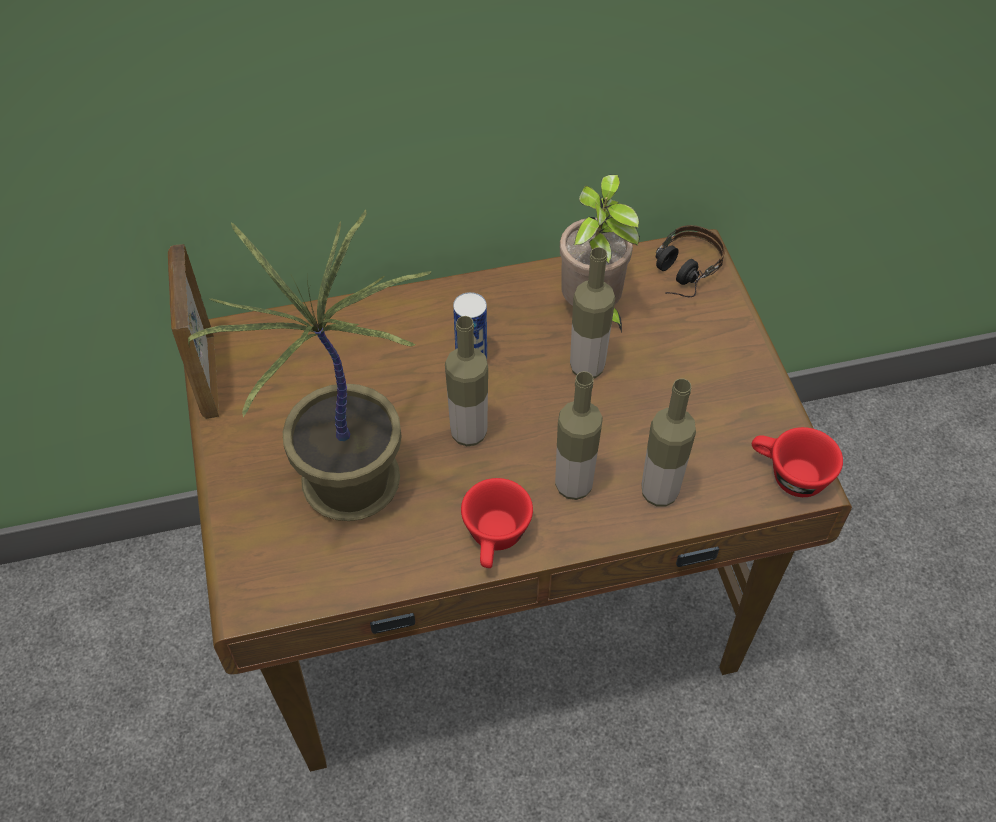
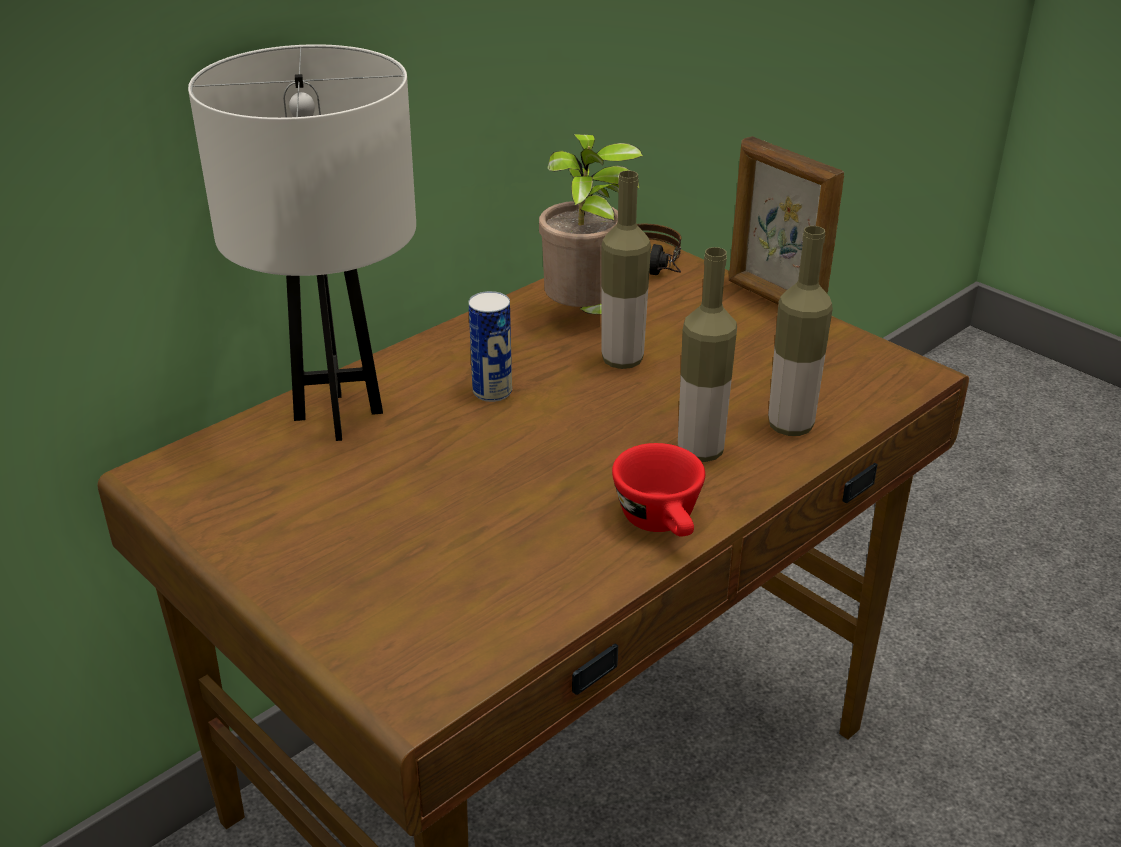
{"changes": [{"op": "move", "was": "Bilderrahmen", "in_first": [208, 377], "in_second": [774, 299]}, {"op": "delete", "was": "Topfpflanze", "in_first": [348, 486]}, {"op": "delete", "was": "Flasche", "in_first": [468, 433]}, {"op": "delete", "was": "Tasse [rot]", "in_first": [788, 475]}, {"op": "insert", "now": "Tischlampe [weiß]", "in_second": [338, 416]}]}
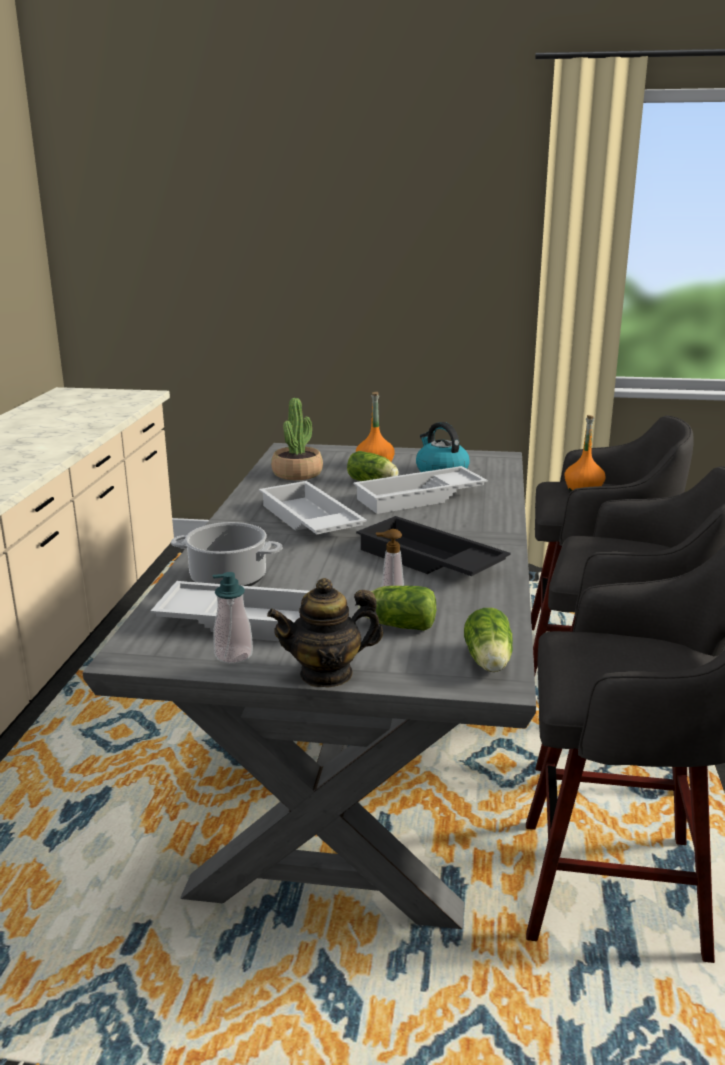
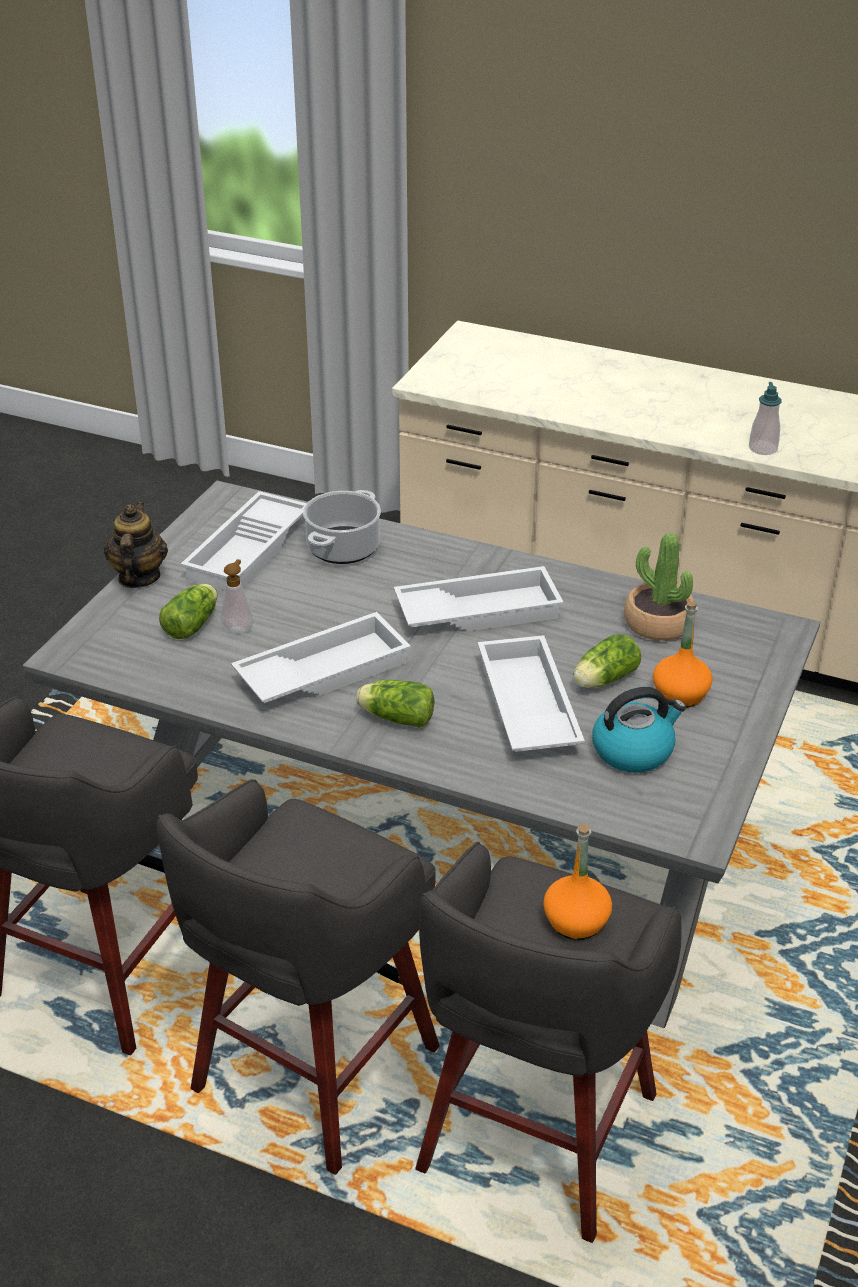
{"changes": [{"op": "move", "was": "Seifenspender", "in_first": [233, 655], "in_second": [763, 448]}, {"op": "recolor", "was": "Tablett [schwarz]", "now": "Tablett [weiß]", "in_first": [427, 561], "in_second": [322, 670]}, {"op": "move", "was": "Salatkopf", "in_first": [488, 662], "in_second": [395, 717]}]}
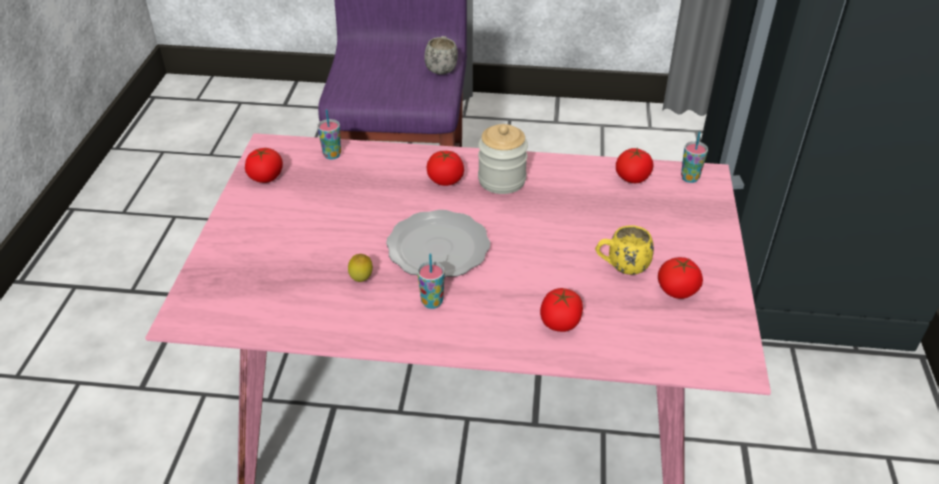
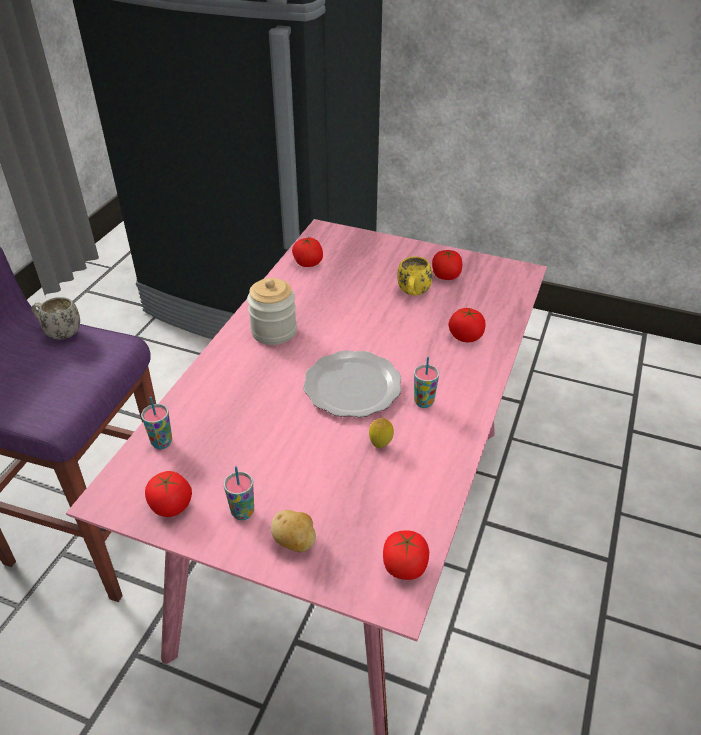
{"changes": [{"op": "move", "was": "Tomate", "in_first": [445, 180], "in_second": [405, 566]}, {"op": "move", "was": "Tasse", "in_first": [689, 178], "in_second": [242, 512]}, {"op": "insert", "now": "Kartoffel", "in_second": [295, 542]}]}
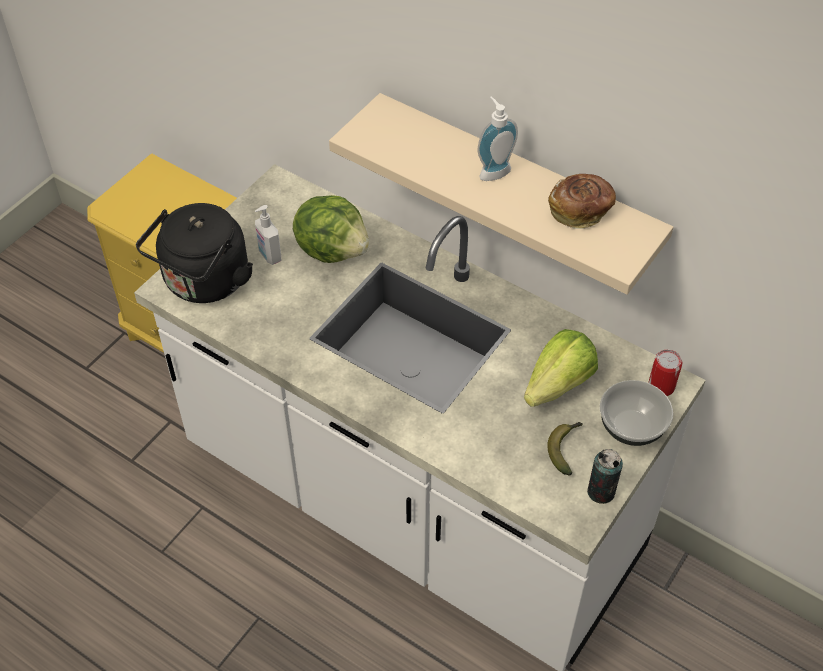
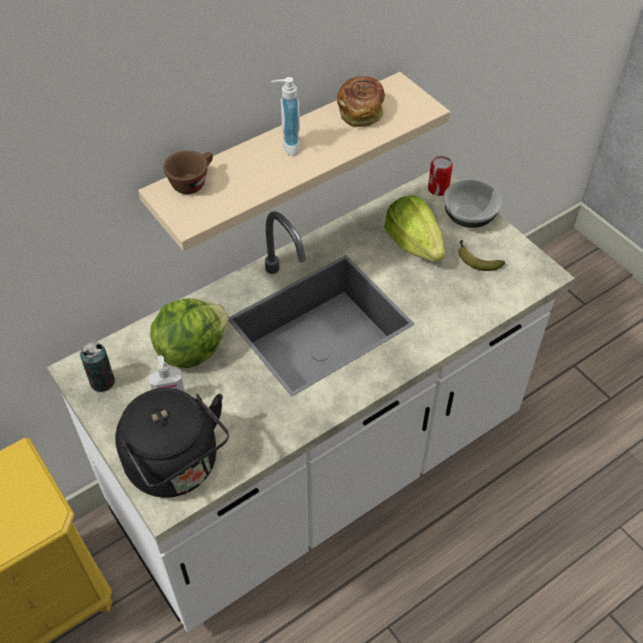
{"changes": [{"op": "move", "was": "Dose", "in_first": [601, 492], "in_second": [102, 382]}, {"op": "insert", "now": "Tasse [braun]", "in_second": [192, 181]}]}
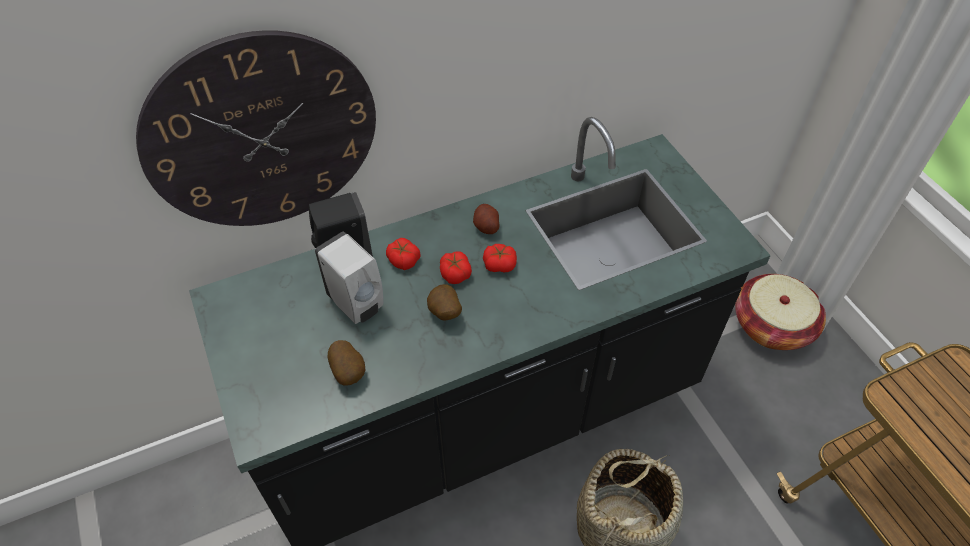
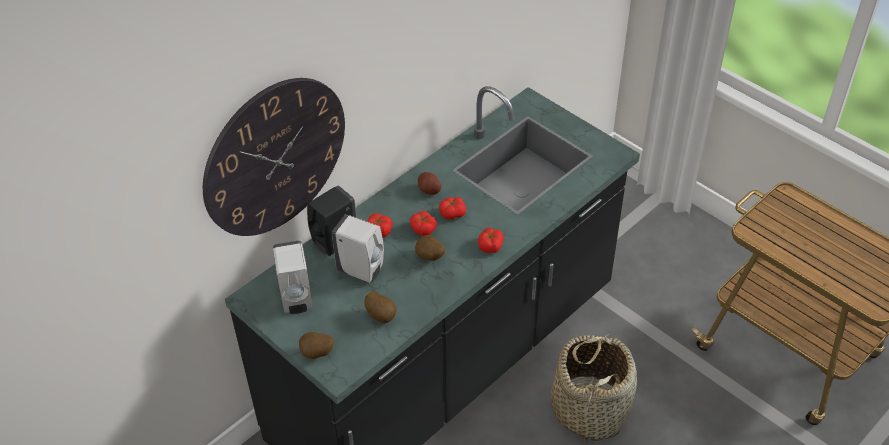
{"changes": [{"op": "delete", "was": "Korb", "in_first": [772, 326]}, {"op": "insert", "now": "Seifenspender [weiß]", "in_second": [296, 300]}, {"op": "insert", "now": "Kartoffel", "in_second": [317, 354]}, {"op": "insert", "now": "Tomate", "in_second": [490, 245]}]}
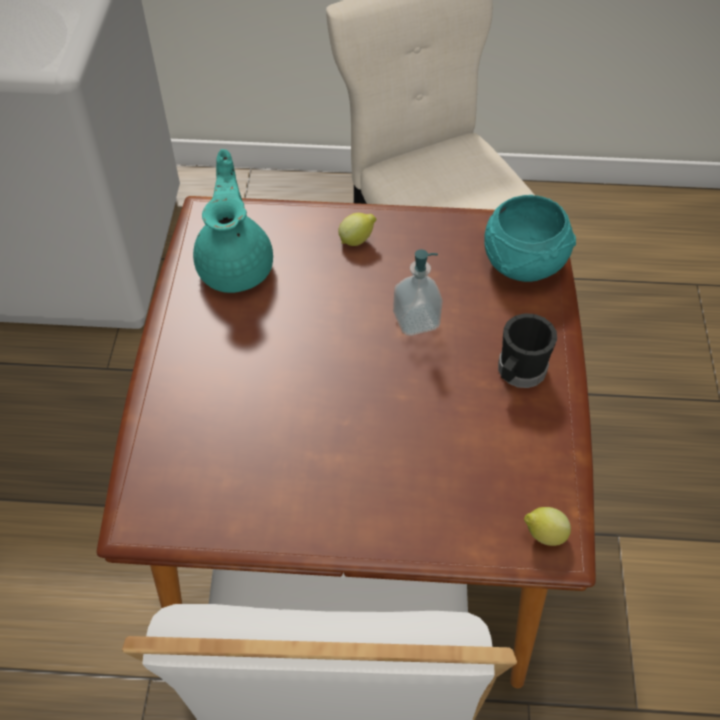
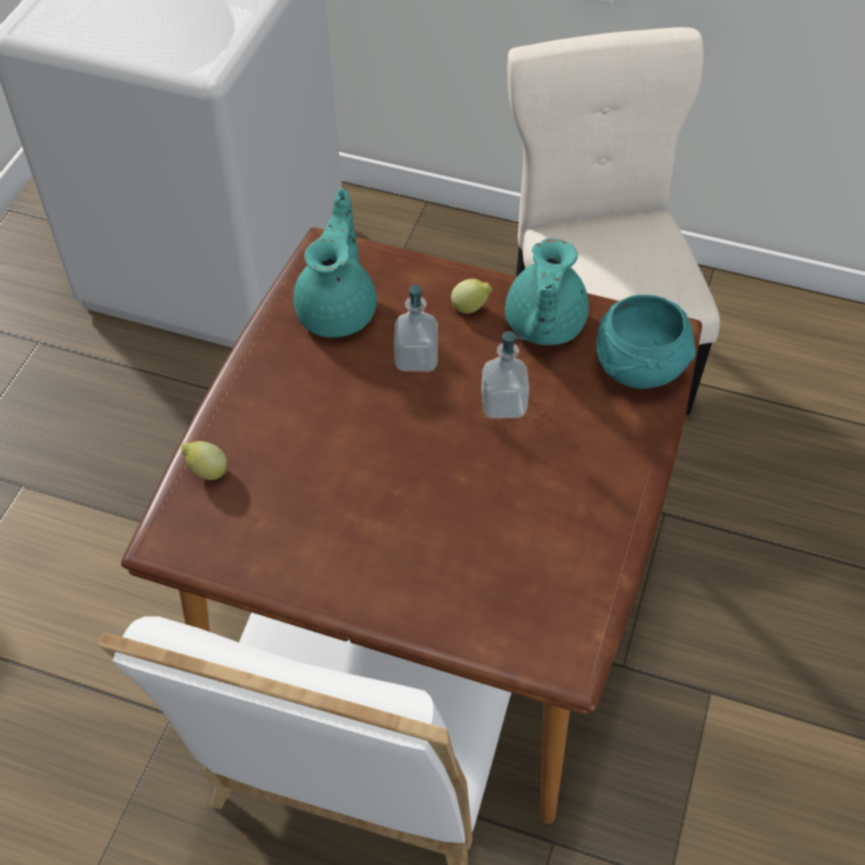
{"changes": [{"op": "delete", "was": "Henkelbecher [schwarz]", "in_first": [518, 373]}, {"op": "move", "was": "Zitrone", "in_first": [543, 535], "in_second": [207, 471]}, {"op": "insert", "now": "Seifenspender", "in_second": [416, 358]}, {"op": "insert", "now": "Teekanne [türkis]", "in_second": [543, 326]}]}
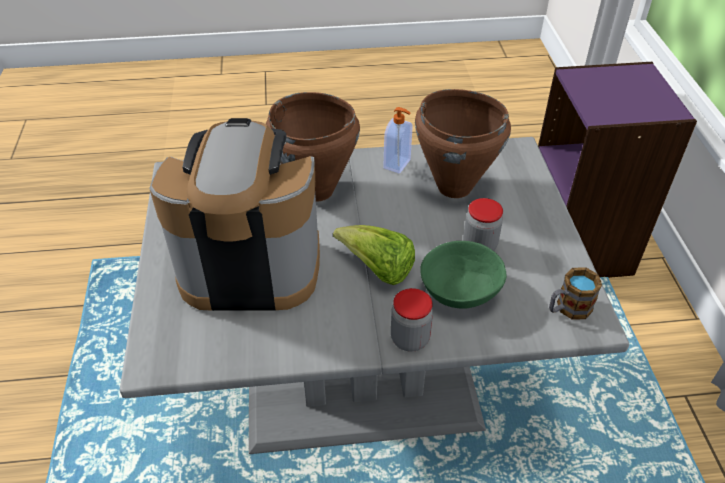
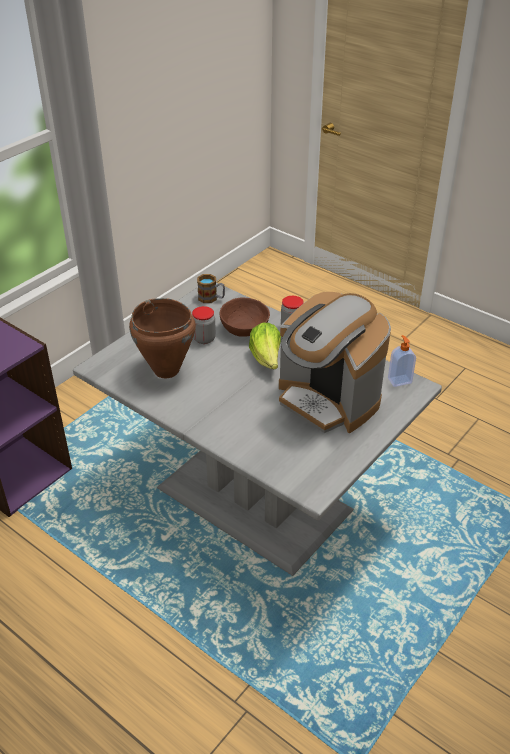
{"changes": [{"op": "delete", "was": "Kochtopf [braun]", "in_first": [316, 191]}, {"op": "move", "was": "Seifenspender", "in_first": [398, 164], "in_second": [399, 380]}, {"op": "recolor", "was": "Schüssel [grün]", "now": "Schüssel [braun]", "in_first": [461, 291], "in_second": [243, 329]}]}
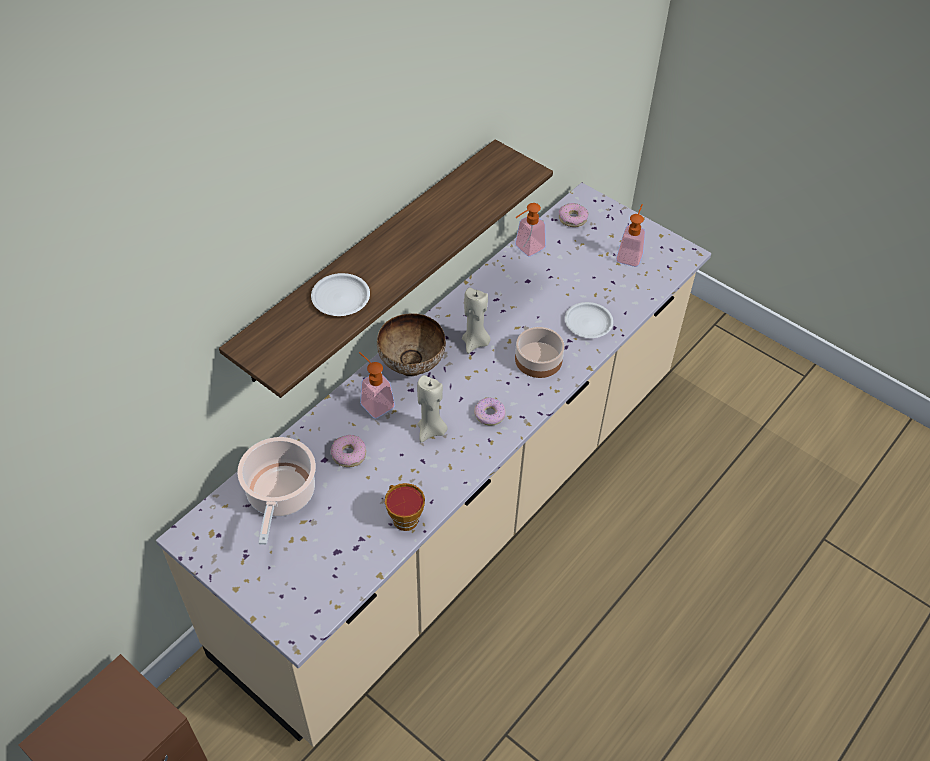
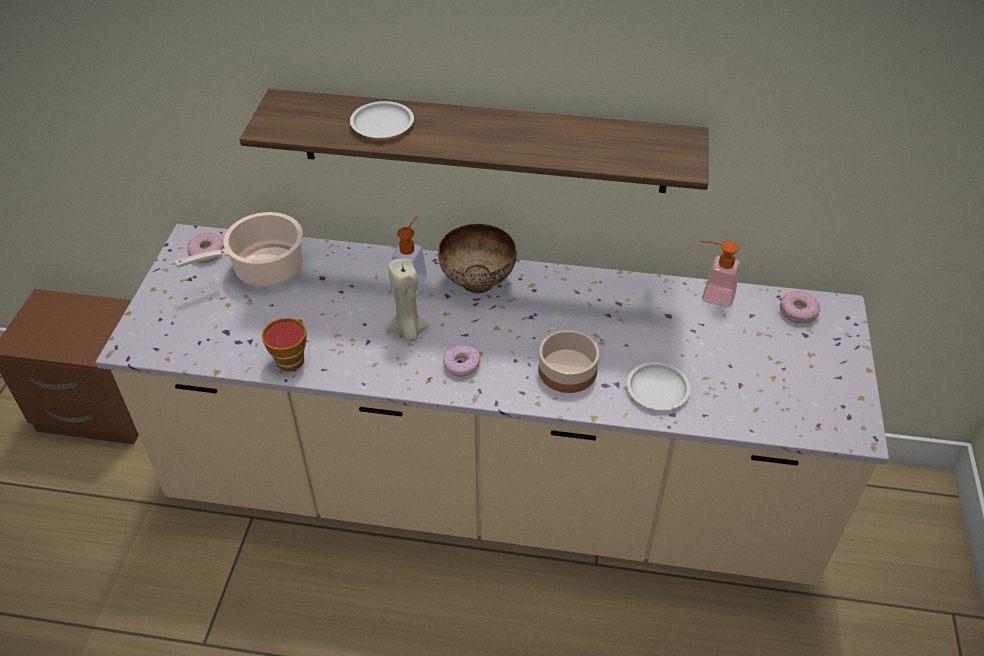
{"changes": [{"op": "move", "was": "Donut", "in_first": [349, 454], "in_second": [207, 252]}, {"op": "delete", "was": "Kerze [beige]", "in_first": [475, 343]}, {"op": "delete", "was": "Seifenspender", "in_first": [630, 254]}]}
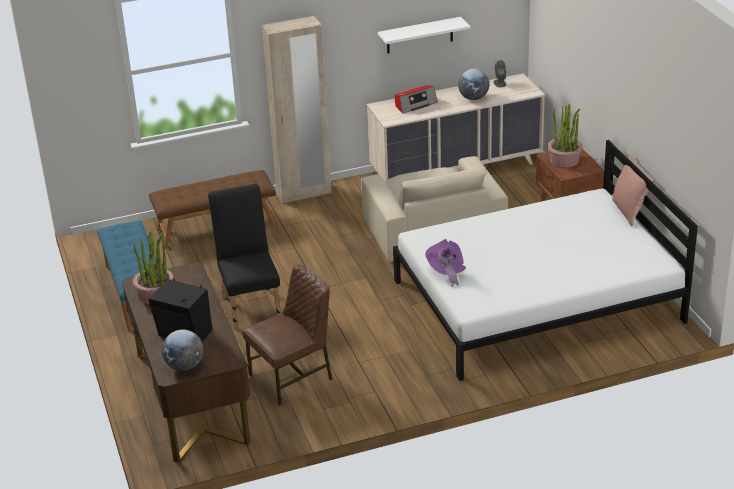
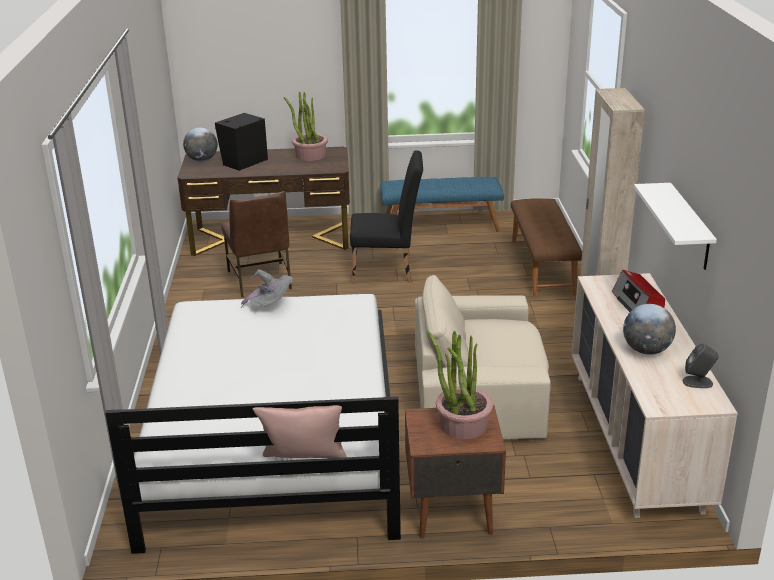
{"changes": [{"op": "recolor", "was": "Hut [lila]", "now": "Hut [grau]", "in_first": [446, 272], "in_second": [271, 305]}]}
